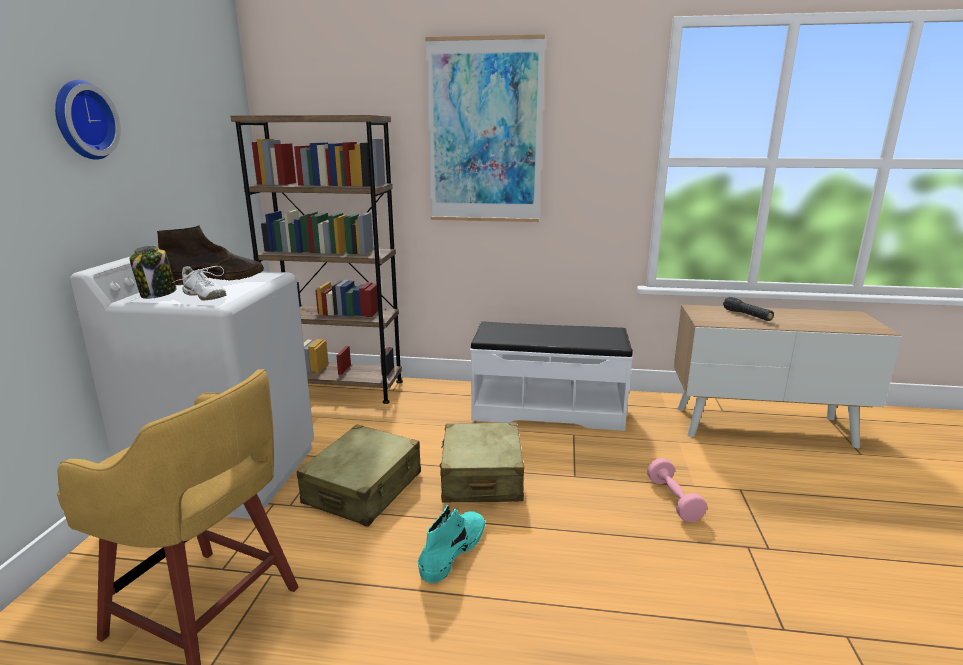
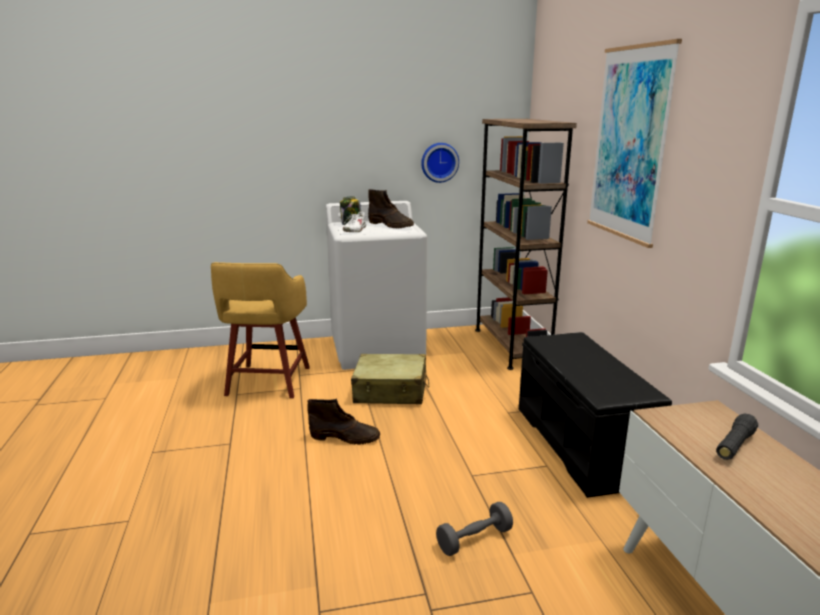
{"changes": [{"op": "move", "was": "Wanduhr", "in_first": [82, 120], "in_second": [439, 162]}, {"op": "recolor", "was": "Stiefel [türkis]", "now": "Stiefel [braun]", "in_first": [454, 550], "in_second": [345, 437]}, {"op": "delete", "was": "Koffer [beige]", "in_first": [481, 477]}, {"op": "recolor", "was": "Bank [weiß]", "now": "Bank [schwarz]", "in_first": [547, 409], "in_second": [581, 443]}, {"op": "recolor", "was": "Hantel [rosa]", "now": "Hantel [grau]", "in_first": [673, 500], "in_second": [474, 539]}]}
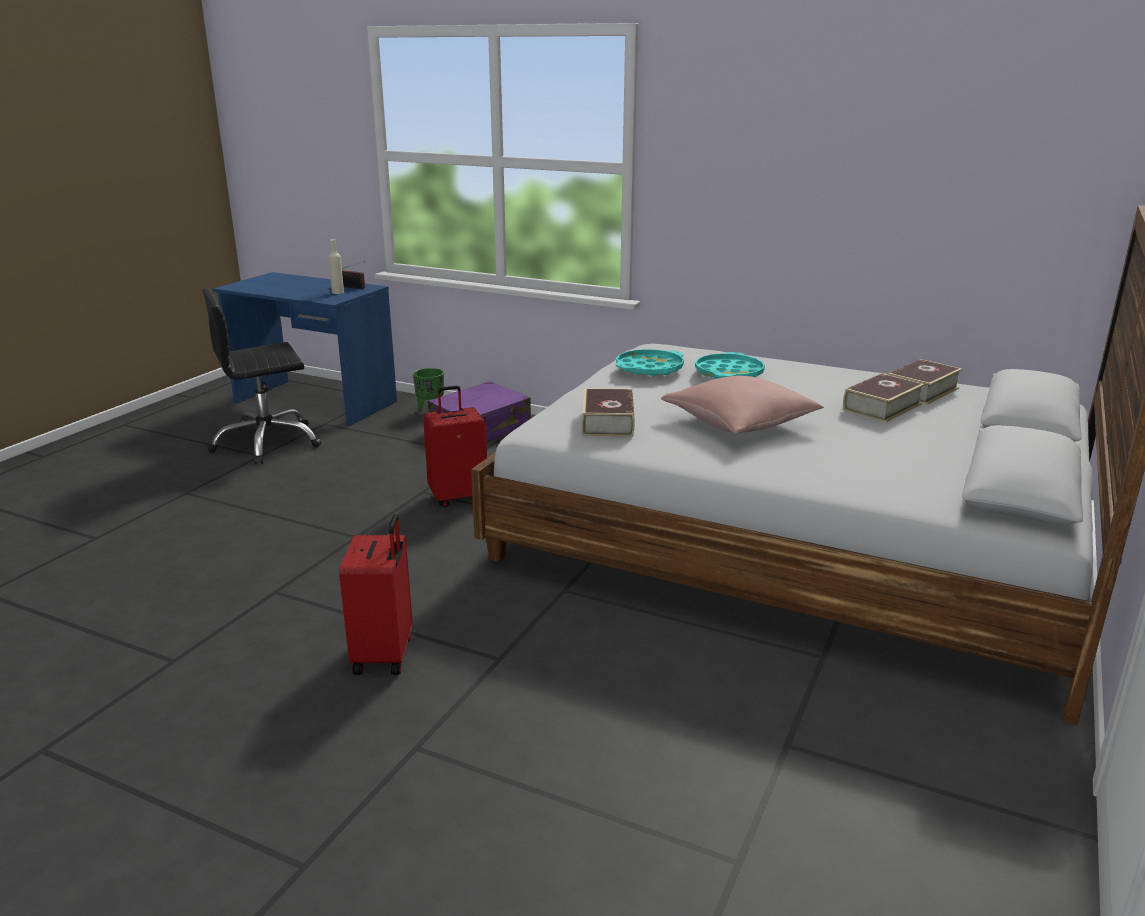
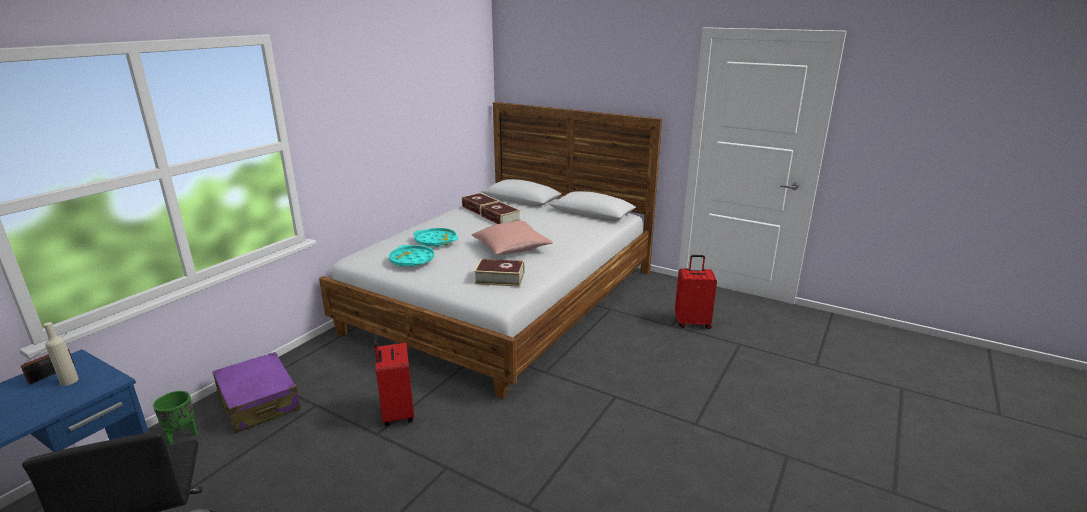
{"changes": [{"op": "move", "was": "Koffer [rot]", "in_first": [385, 655], "in_second": [692, 322]}]}
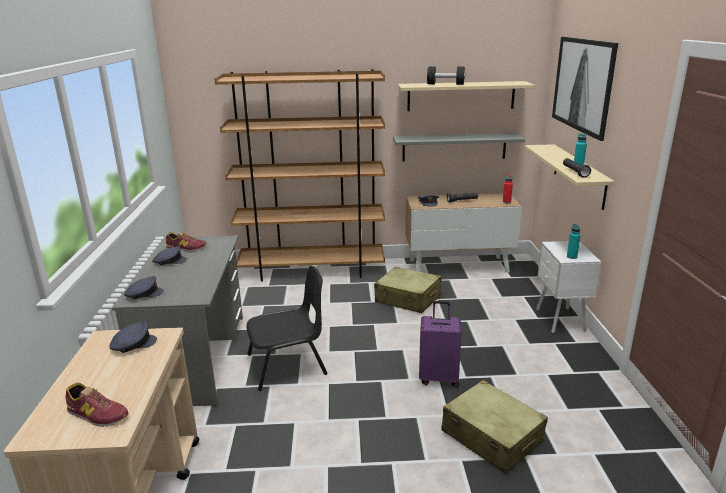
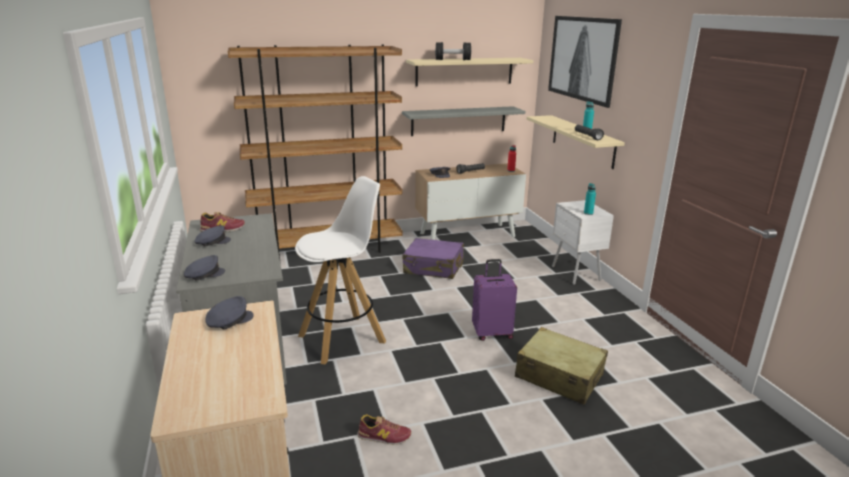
{"changes": [{"op": "move", "was": "Schuh", "in_first": [97, 414], "in_second": [384, 436]}, {"op": "replace", "was": "Stuhl [schwarz]", "now": "Hocker [weiß]", "in_first": [288, 365], "in_second": [343, 338]}, {"op": "recolor", "was": "Koffer [beige]", "now": "Koffer [lila]", "in_first": [408, 299], "in_second": [433, 268]}]}
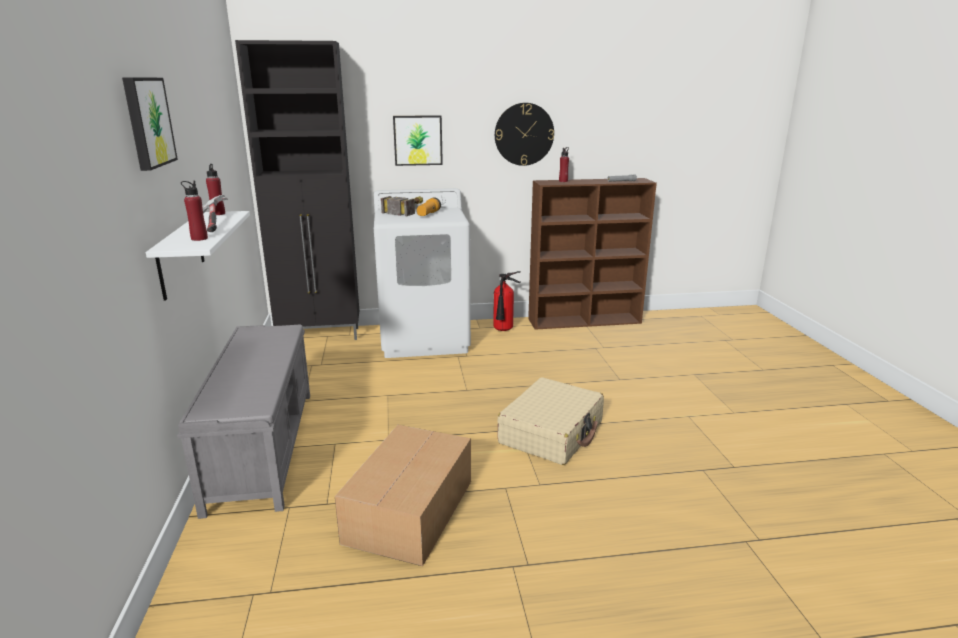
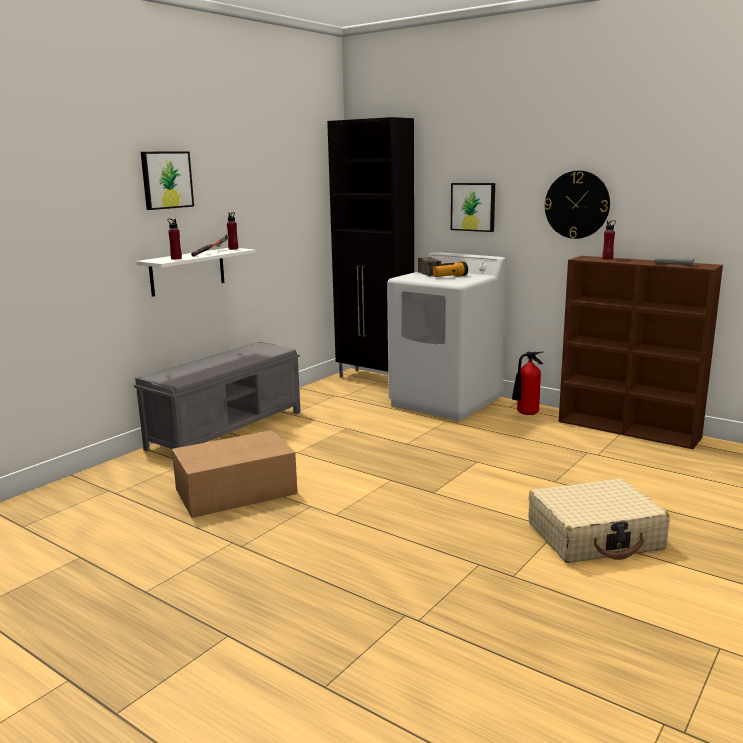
{"changes": [{"op": "move", "was": "Koffer [beige]", "in_first": [551, 433], "in_second": [595, 536]}]}
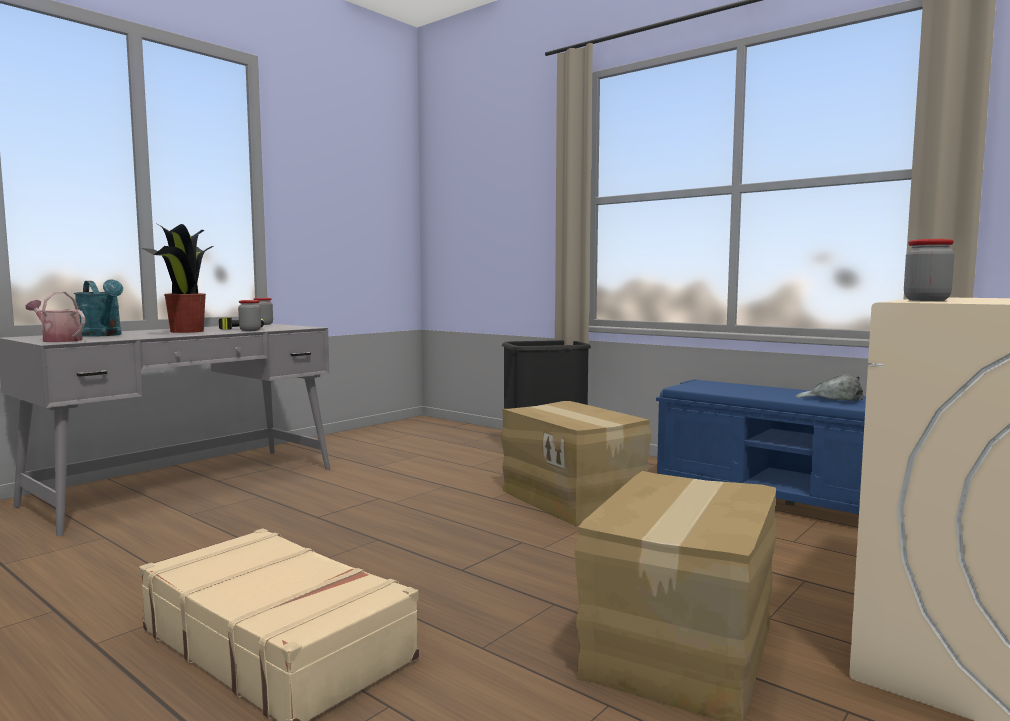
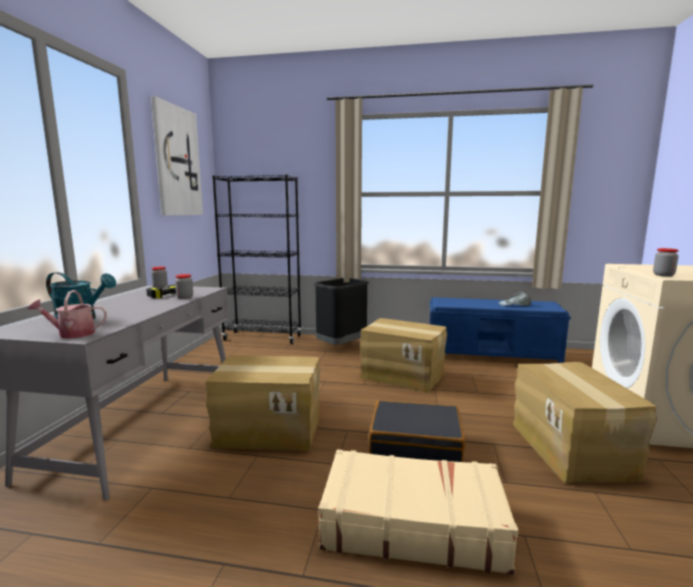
{"changes": [{"op": "delete", "was": "Topfpflanze", "in_first": [186, 331]}, {"op": "insert", "now": "Bild", "in_second": [176, 161]}, {"op": "insert", "now": "Karton", "in_second": [269, 429]}, {"op": "insert", "now": "Bücherregal [schwarz]", "in_second": [263, 338]}, {"op": "insert", "now": "Koffer [schwarz]", "in_second": [415, 446]}]}
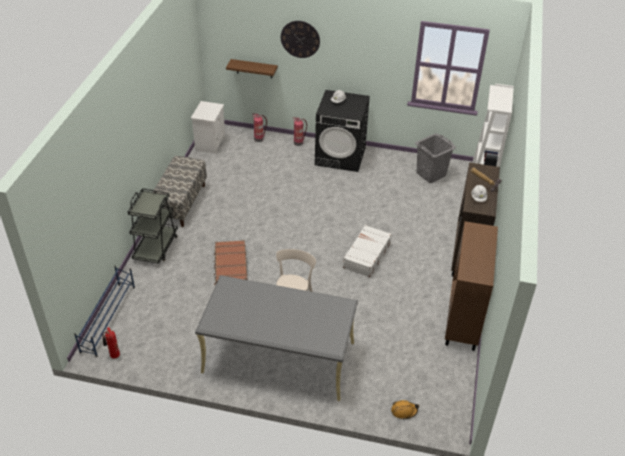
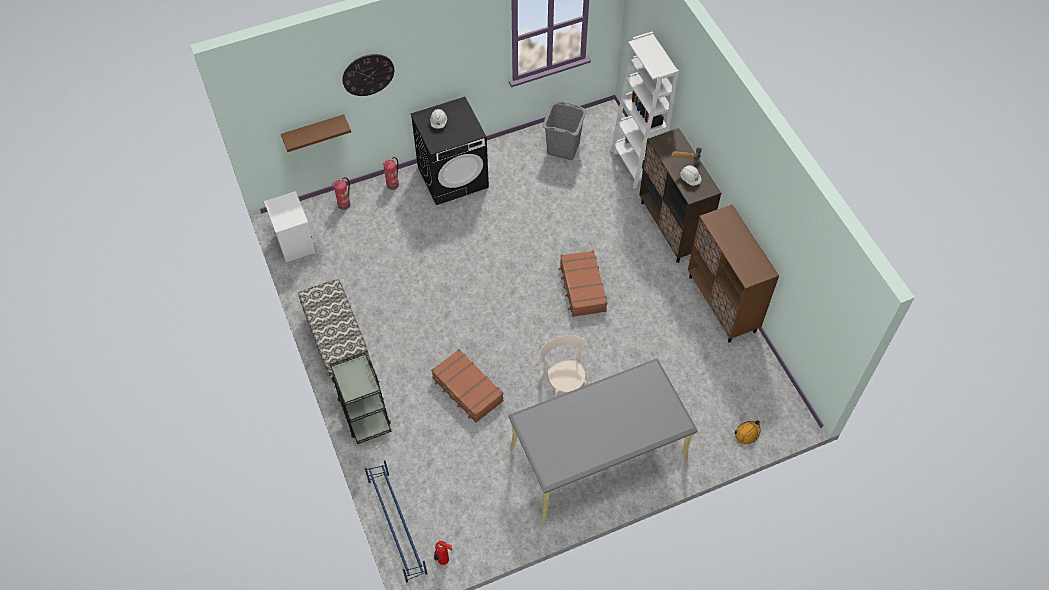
{"changes": [{"op": "recolor", "was": "Koffer [weiß]", "now": "Koffer [braun]", "in_first": [366, 255], "in_second": [582, 288]}]}
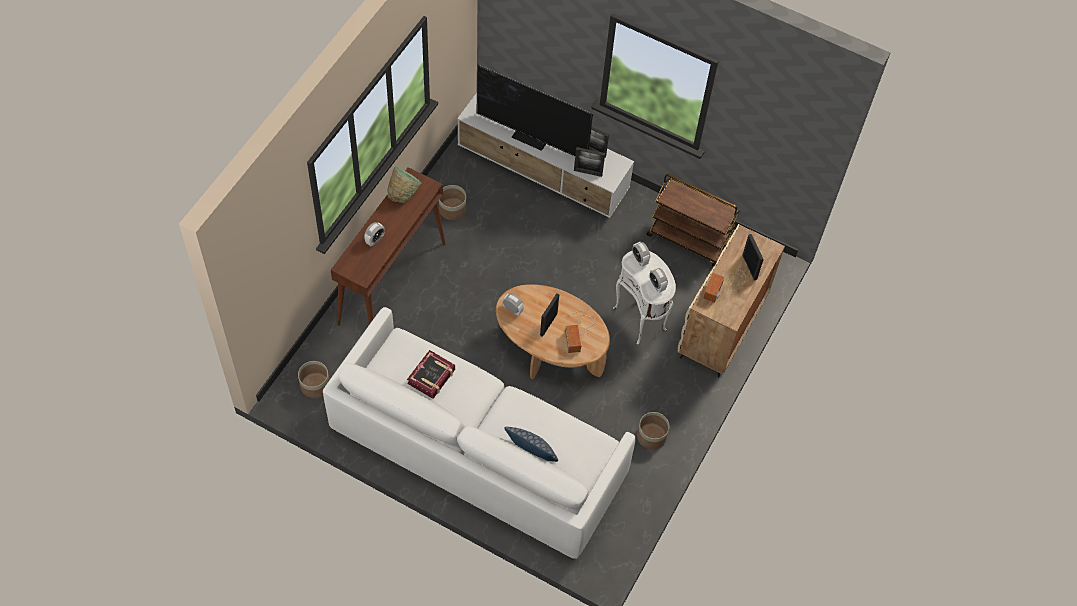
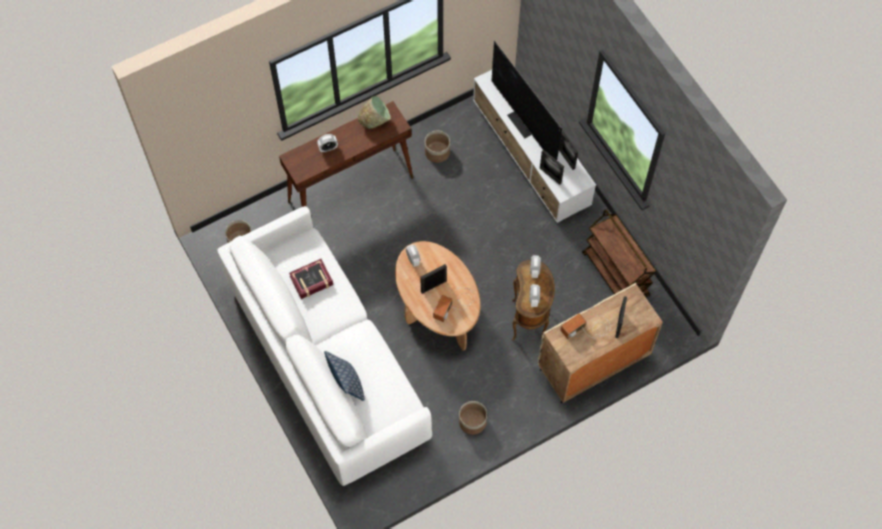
{"changes": [{"op": "recolor", "was": "Beistelltisch [weiß]", "now": "Beistelltisch [braun]", "in_first": [641, 319], "in_second": [530, 321]}]}
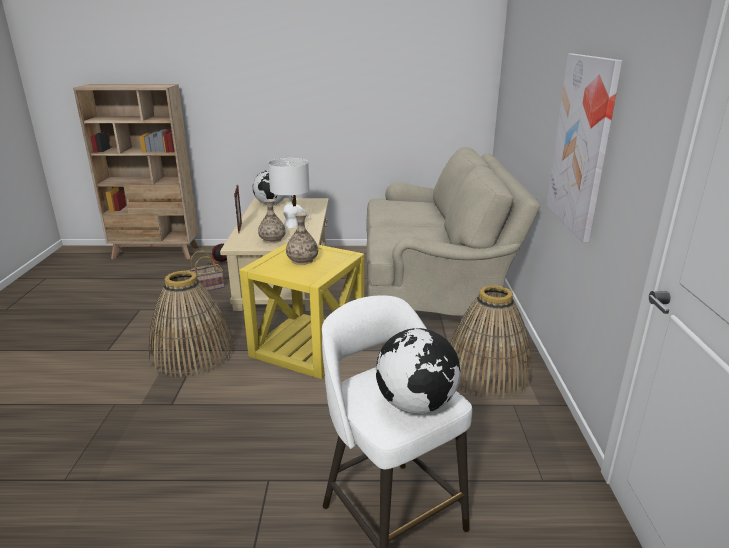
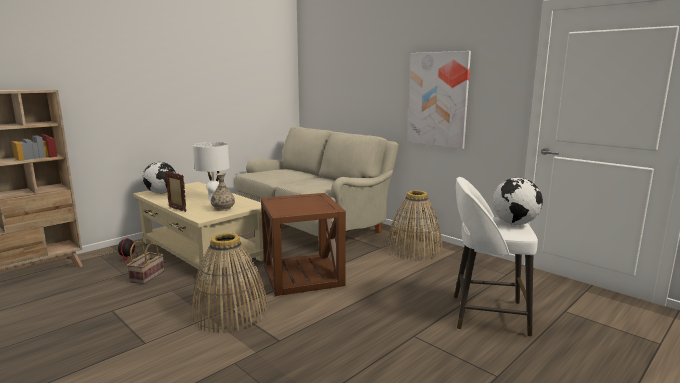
{"changes": [{"op": "recolor", "was": "Beistelltisch [gelb]", "now": "Beistelltisch [braun]", "in_first": [308, 346], "in_second": [302, 276]}, {"op": "delete", "was": "Vase", "in_first": [302, 260]}]}
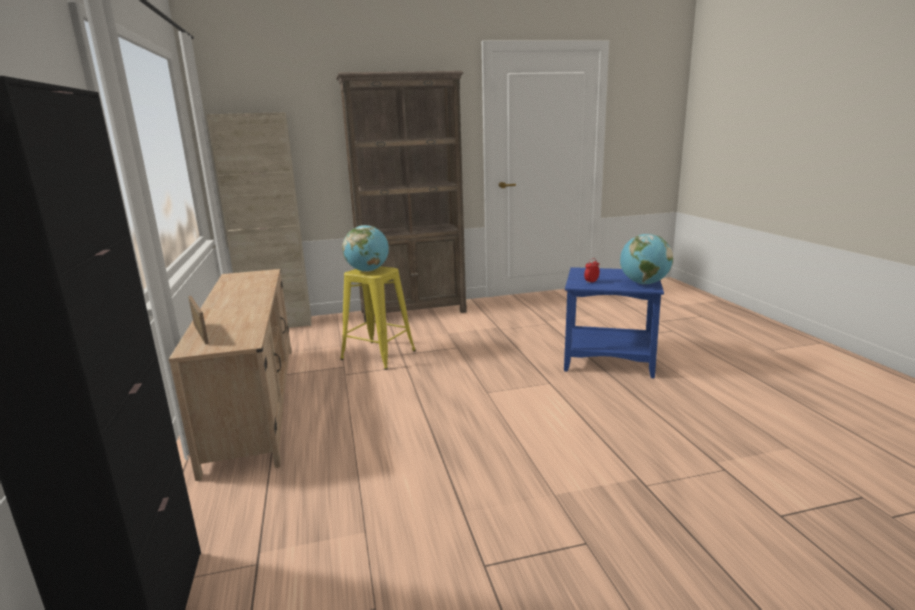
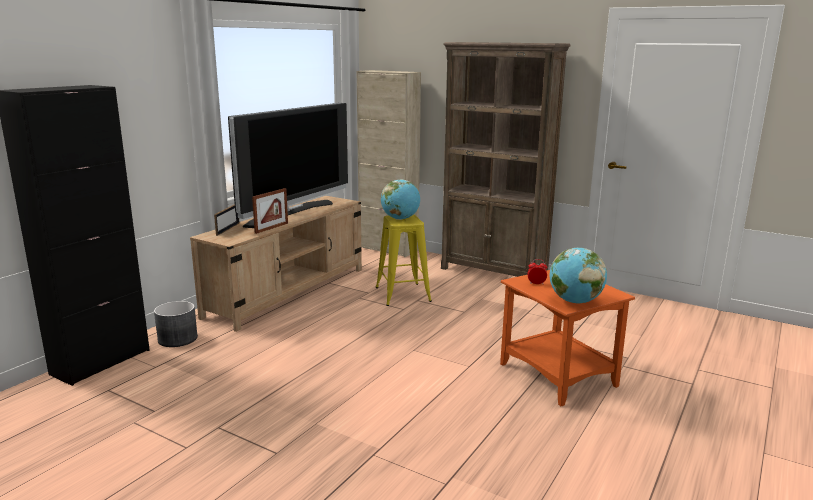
{"changes": [{"op": "recolor", "was": "Beistelltisch [blau]", "now": "Beistelltisch [orange]", "in_first": [608, 359], "in_second": [559, 374]}, {"op": "insert", "now": "Pflanzkübel [grau]", "in_second": [177, 339]}, {"op": "insert", "now": "Fernseher", "in_second": [291, 213]}, {"op": "insert", "now": "Bilderrahmen", "in_second": [271, 228]}]}
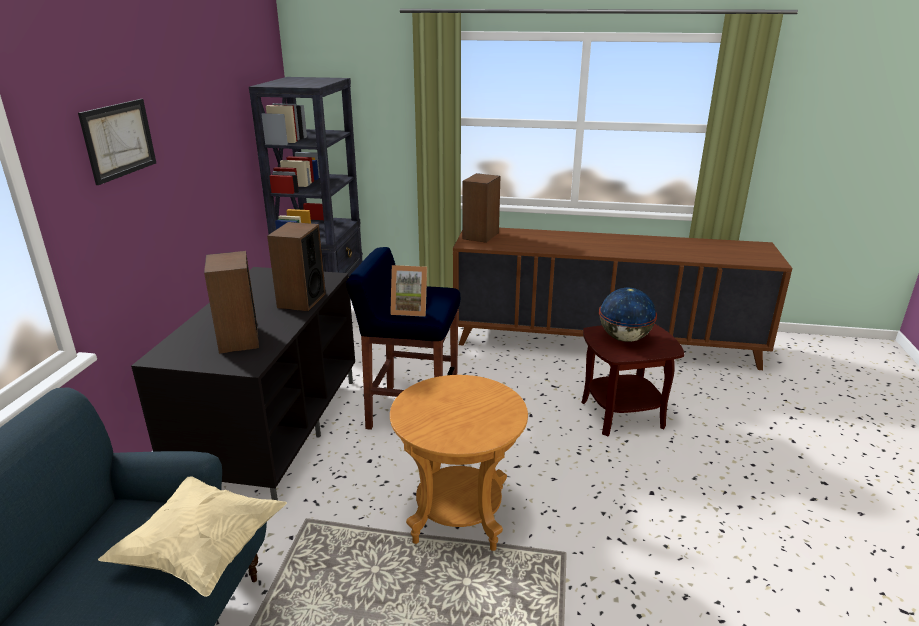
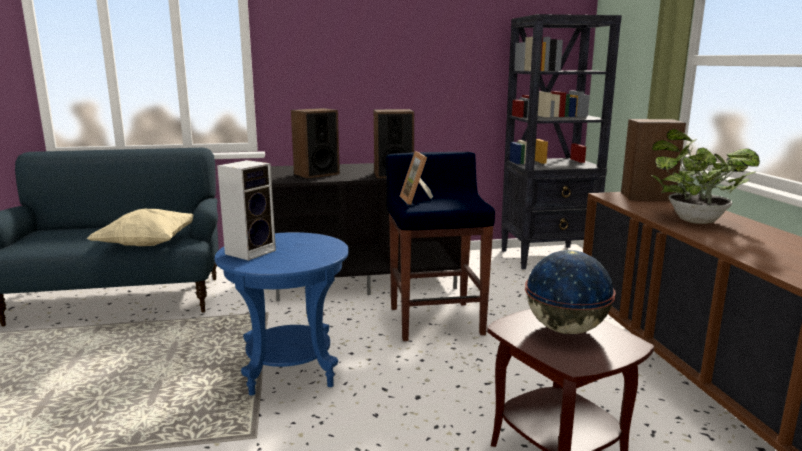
{"changes": [{"op": "delete", "was": "Bild", "in_first": [118, 140]}, {"op": "recolor", "was": "Beistelltisch [braun]", "now": "Beistelltisch [blau]", "in_first": [459, 518], "in_second": [290, 371]}, {"op": "insert", "now": "Lautsprecher", "in_second": [251, 251]}, {"op": "insert", "now": "Topfpflanze", "in_second": [692, 220]}]}
